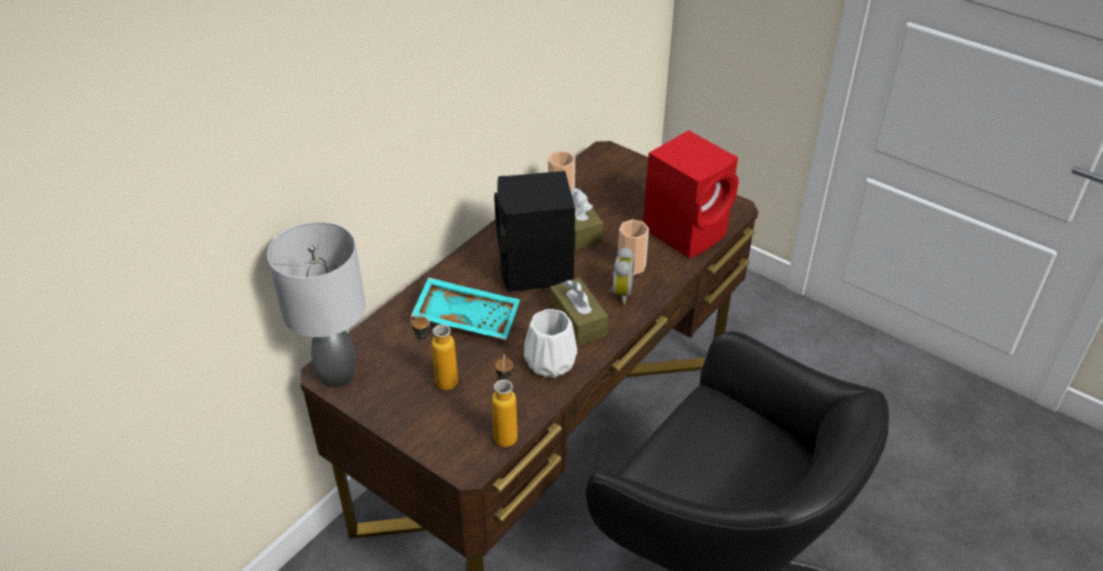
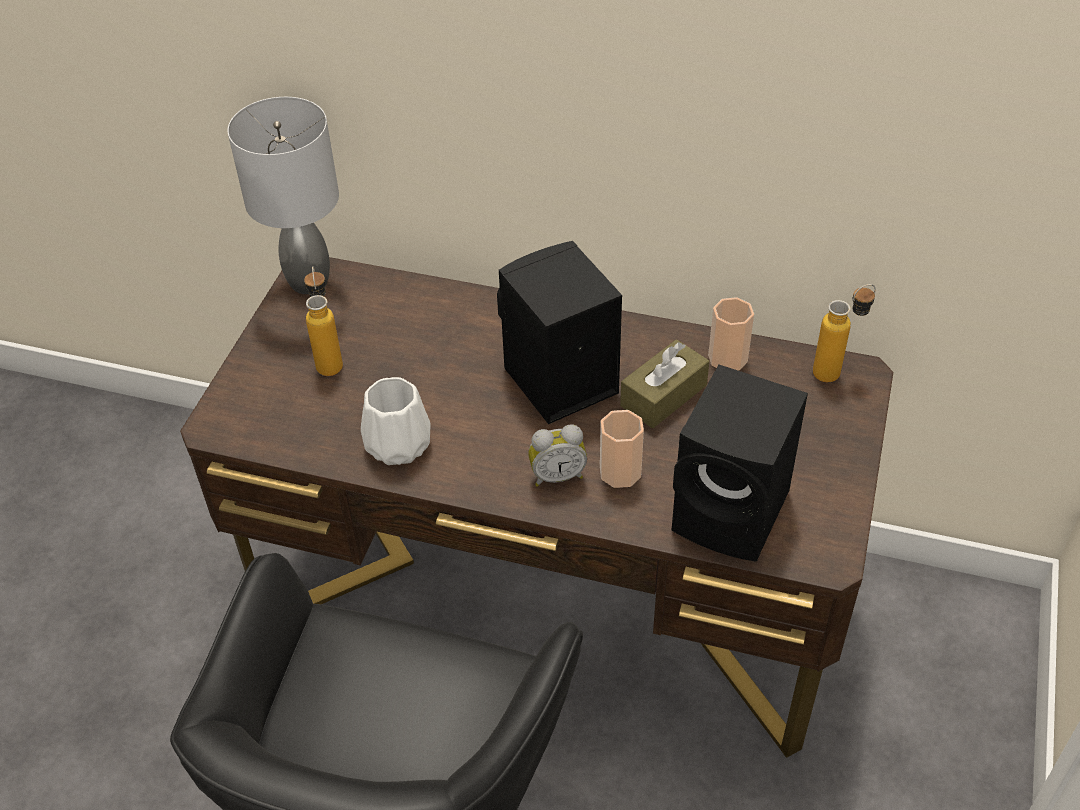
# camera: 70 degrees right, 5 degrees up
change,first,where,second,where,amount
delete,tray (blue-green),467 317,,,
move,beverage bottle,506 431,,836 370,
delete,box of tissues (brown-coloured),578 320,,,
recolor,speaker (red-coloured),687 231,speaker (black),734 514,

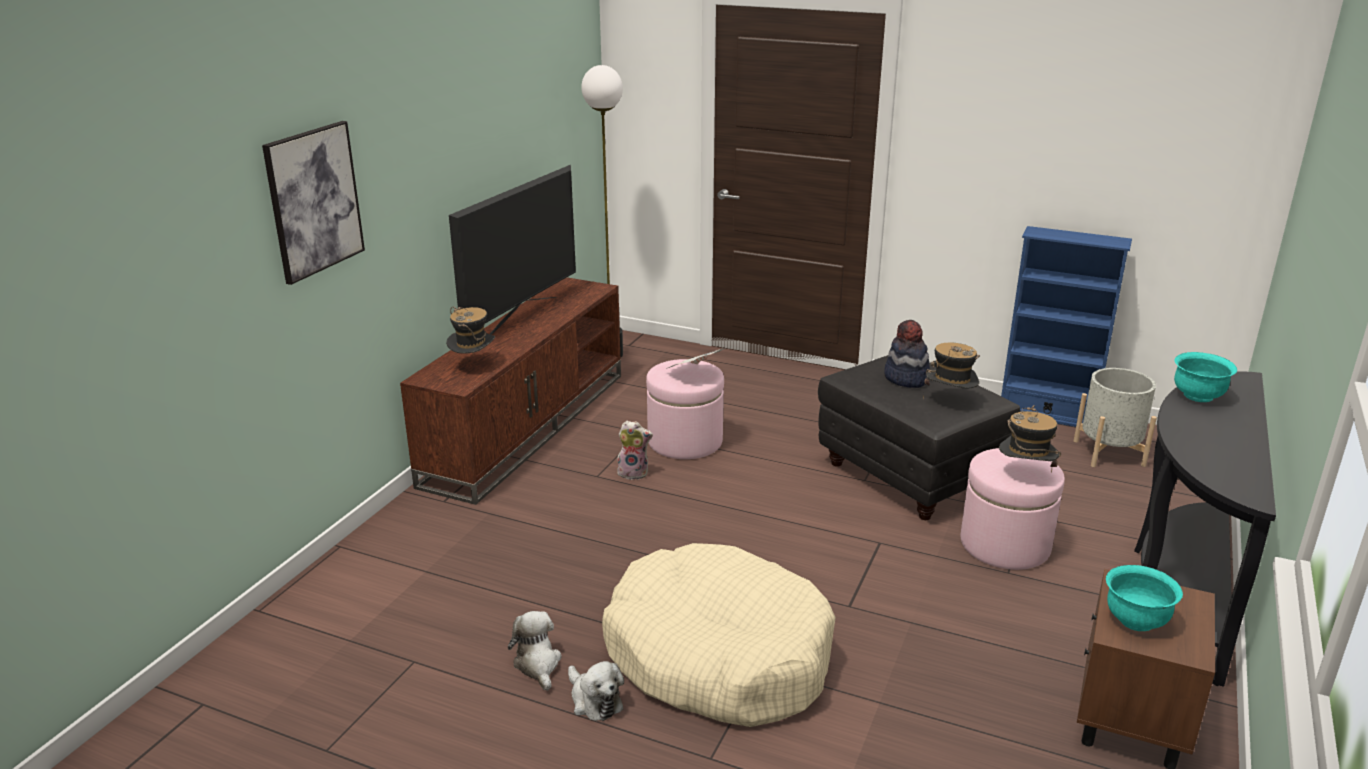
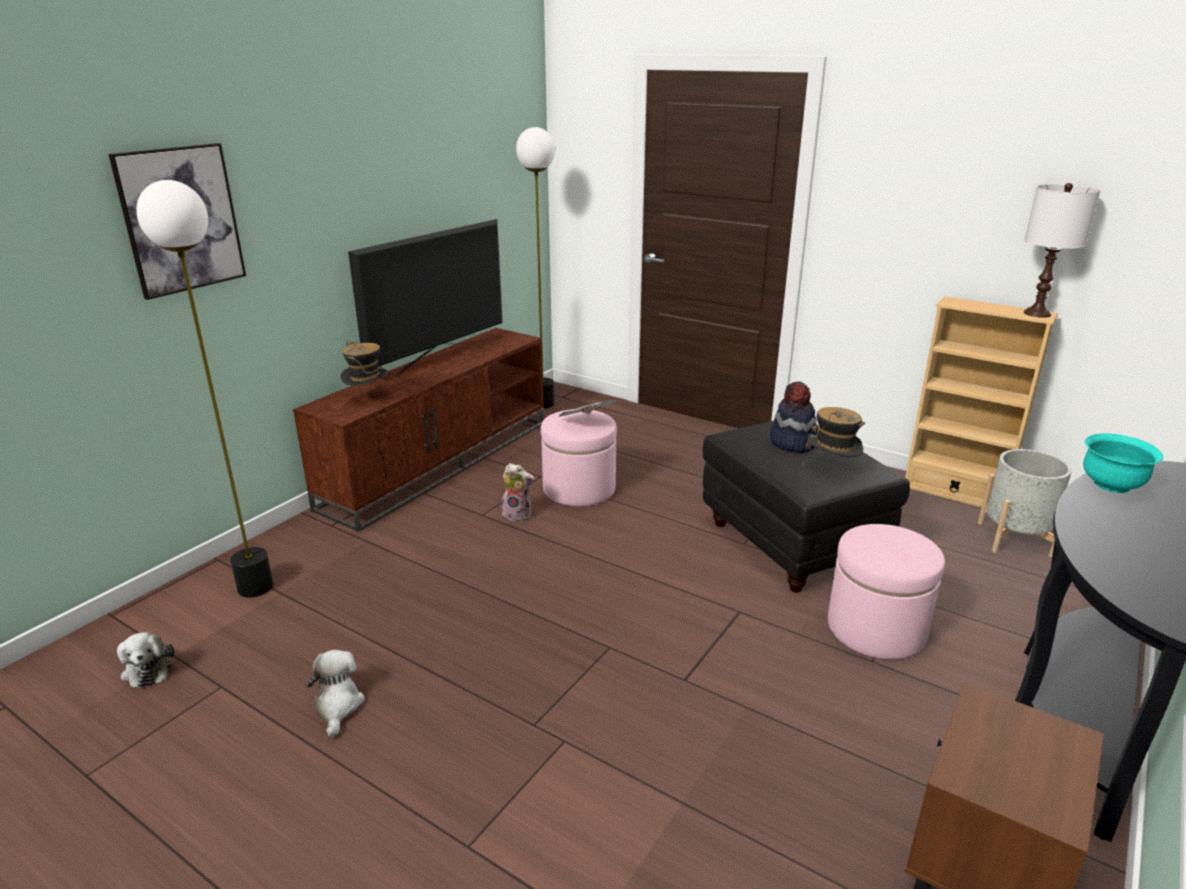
# camera: 10 degrees right, 0 degrees up
change,first,where,second,where,amount
move,cuddly toy,594 700,,149 668,
delete,dog bed (beige-coloured),718 655,,,
delete,wearable hat,1025 475,,,
recolor,bookshelf (bluish),1047 414,bookshelf (beige-coloured),954 493,
delete,bowl (blue-green),1135 620,,,
insert,,,floor lamp,256 586,
insert,,,table lamp (white),1037 314,

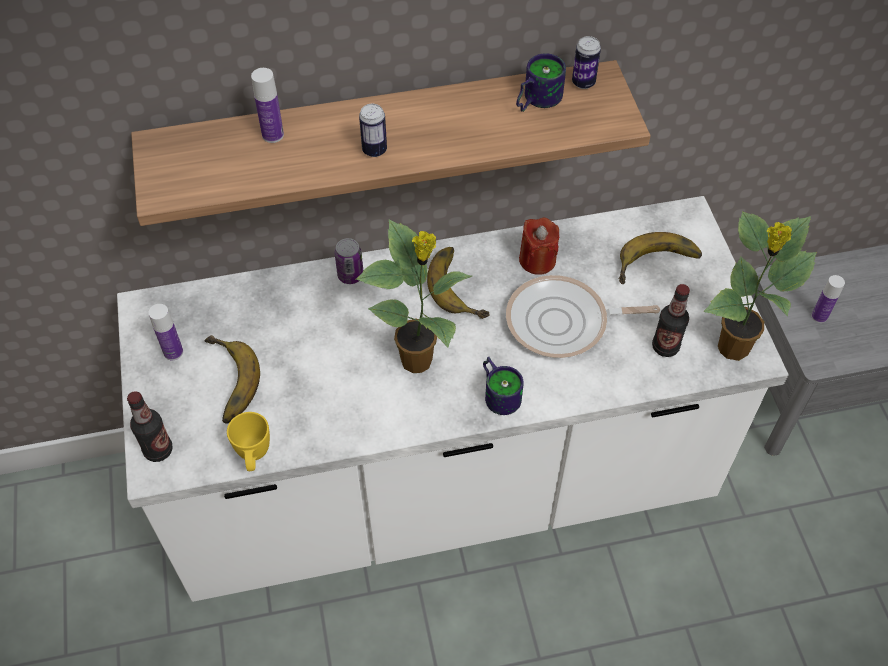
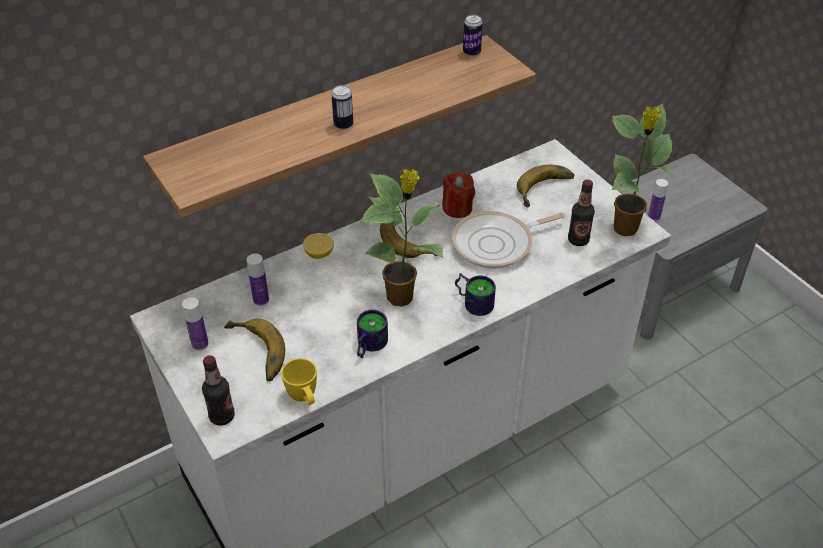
# camera: 20 degrees left, 10 degrees down
change,first,where,second,where,amount
move,beverage bottle,273 135,,261 300,
replace,metal can,350 275,lemon,319 254,
move,coffee mug,534 99,,367 345,

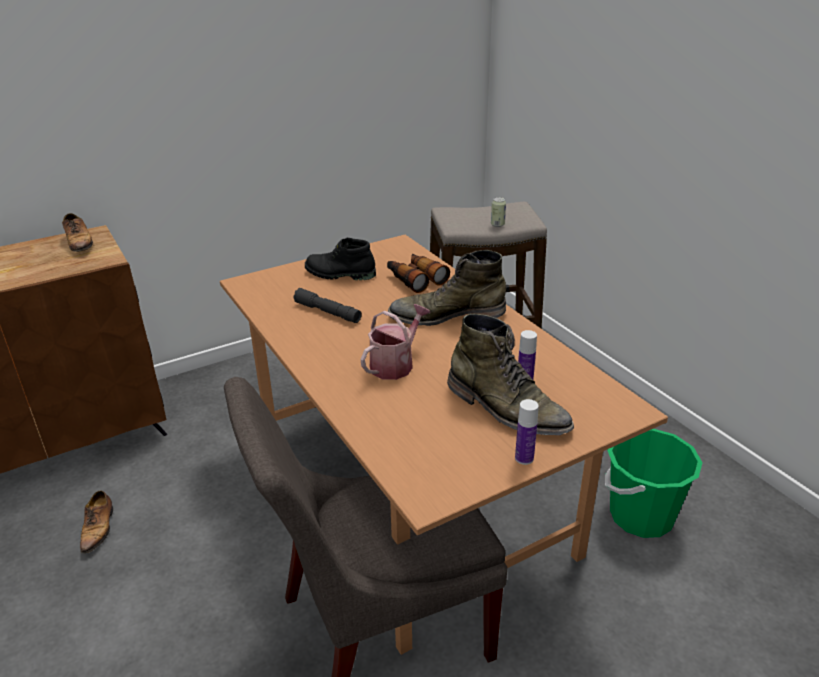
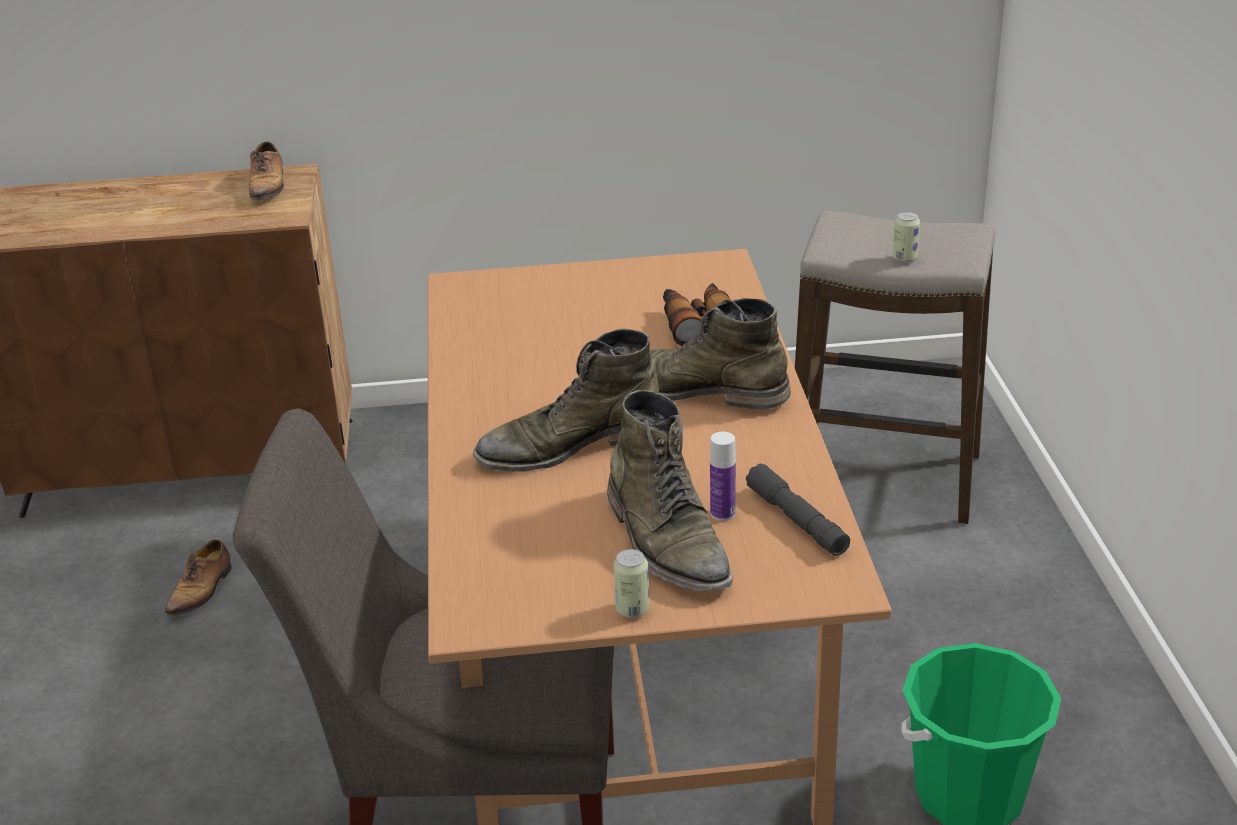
# camera: 25 degrees right, 0 degrees up
change,first,where,second,where,amount
move,flashlight (gray),327 312,,797 520,
delete,high-top boot (black),339 274,,,
replace,watering pot,395 364,high-top boot (green-coloured),568 444,
replace,beverage bottle,524 458,metal can,632 609,

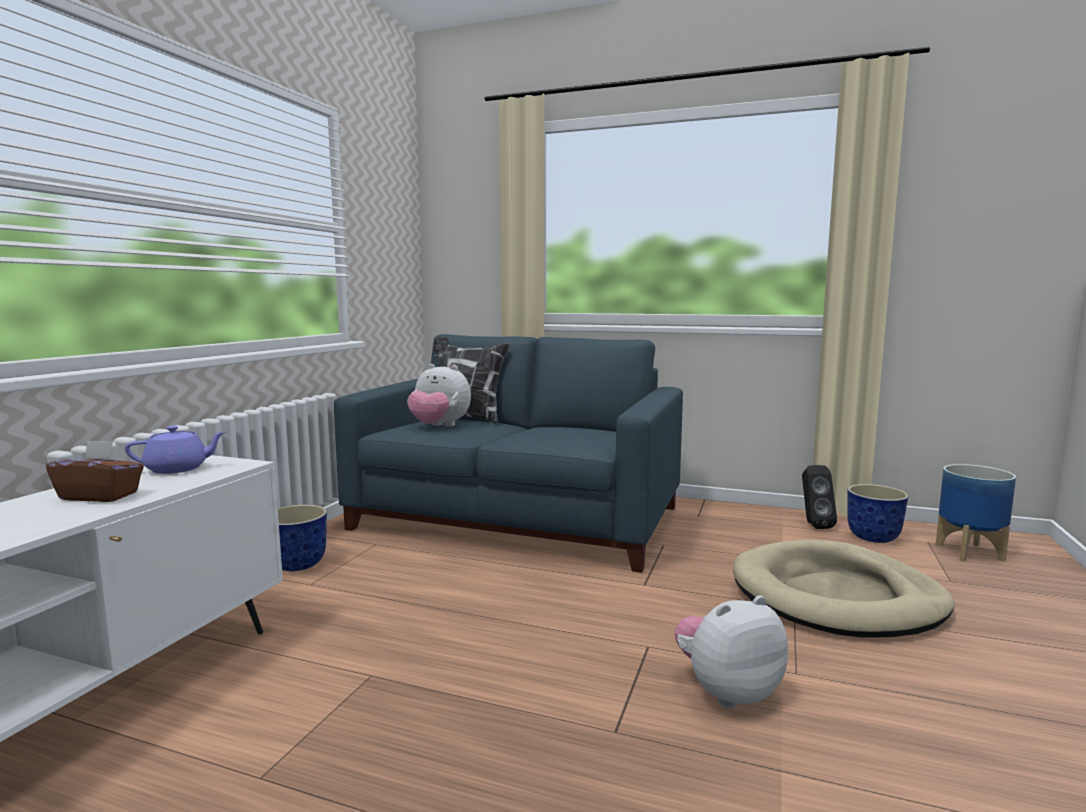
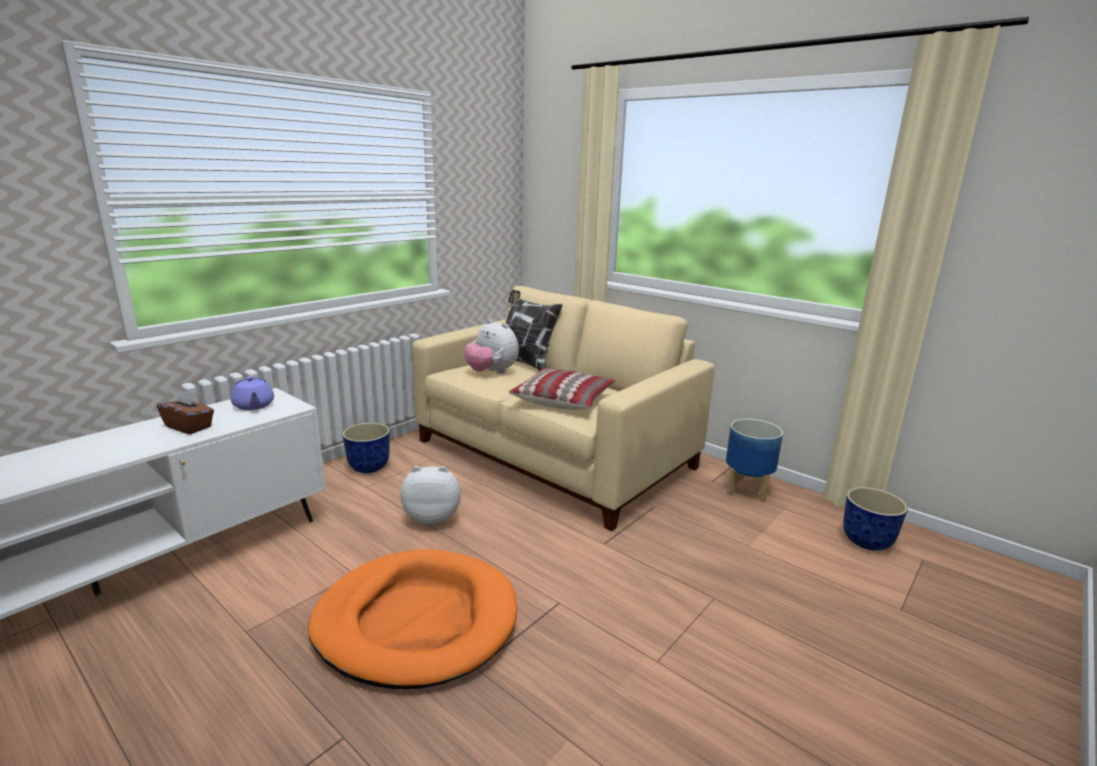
# camera: 20 degrees right, 10 degrees up
change,first,where,second,where,amount
rotate,pot for tea (purple),178 469,,254 406,60 degrees clockwise
recolor,sofa (bluish),518 519,sofa (beige-coloured),554 455,
move,cuddly toy,727 691,,433 517,
delete,dog bed (beige-coloured),837 596,,,
delete,speaker (black),813 525,,,
move,flower pot,968 552,,745 490,
insert,,,dog bed (orange-coloured),416 621,
insert,,,cushion,563 399,

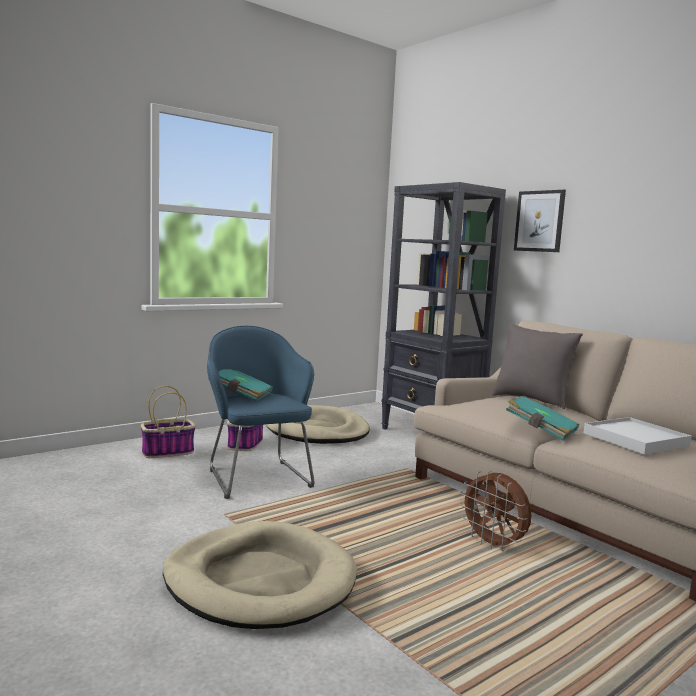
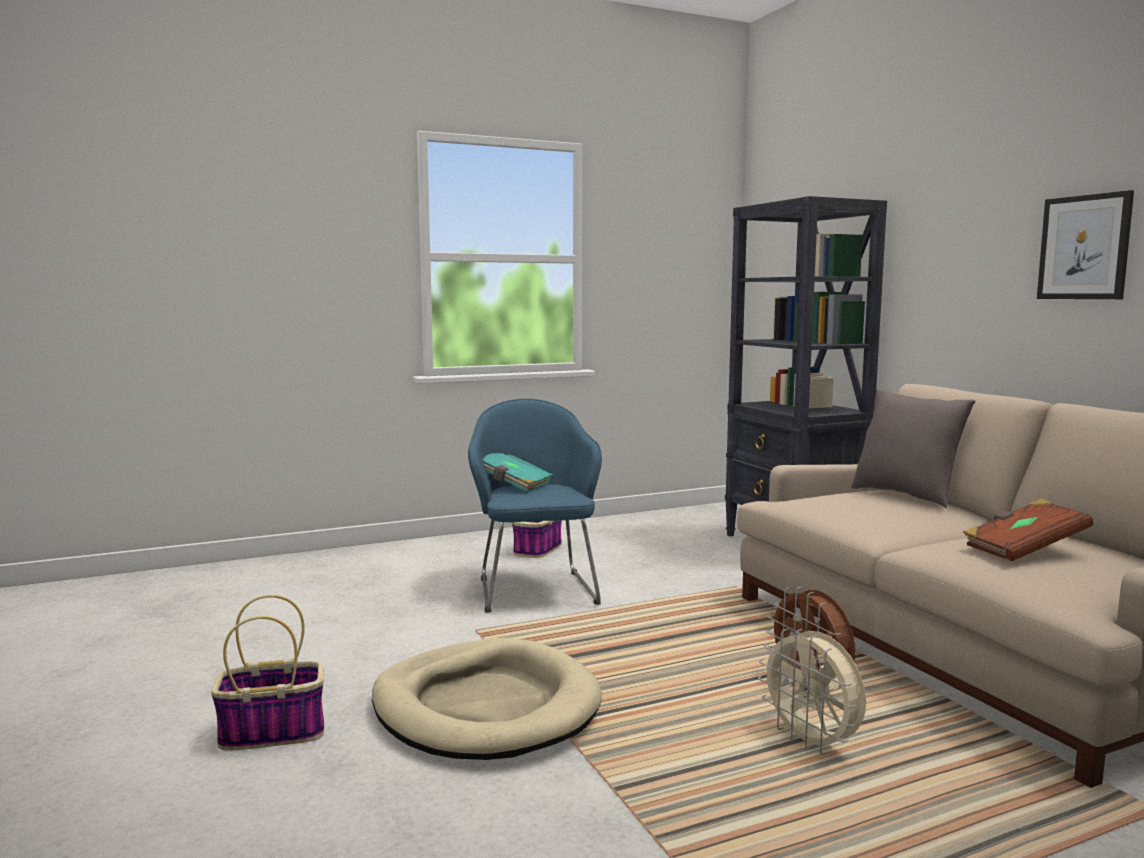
# camera: 15 degrees right, 0 degrees up
change,first,where,second,where,amount
move,basket,168 452,,274 732,
delete,dog bed (beige-coloured),316 430,,,
delete,bound book (blue-green),540 430,,,
move,picture,539 221,,1084 247,
replace,tray (white),635 439,bound book (brown-coloured),1023 550,
insert,,,cooling fan (beige-coloured),812 743,

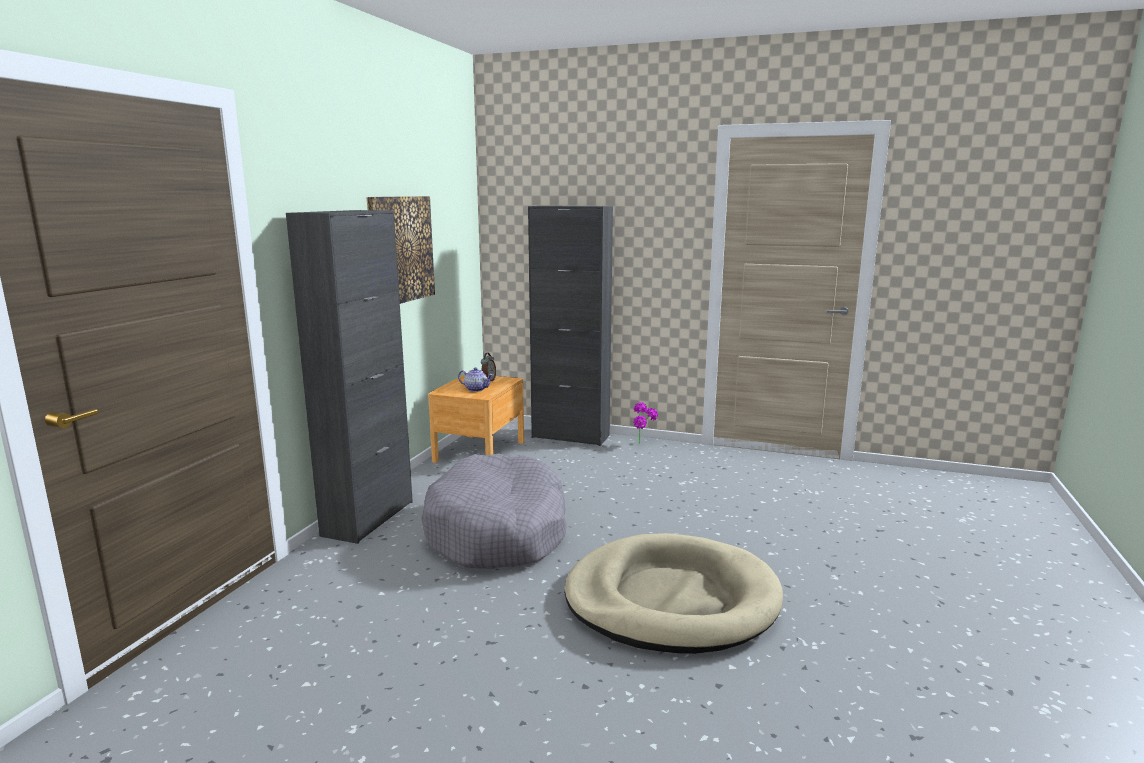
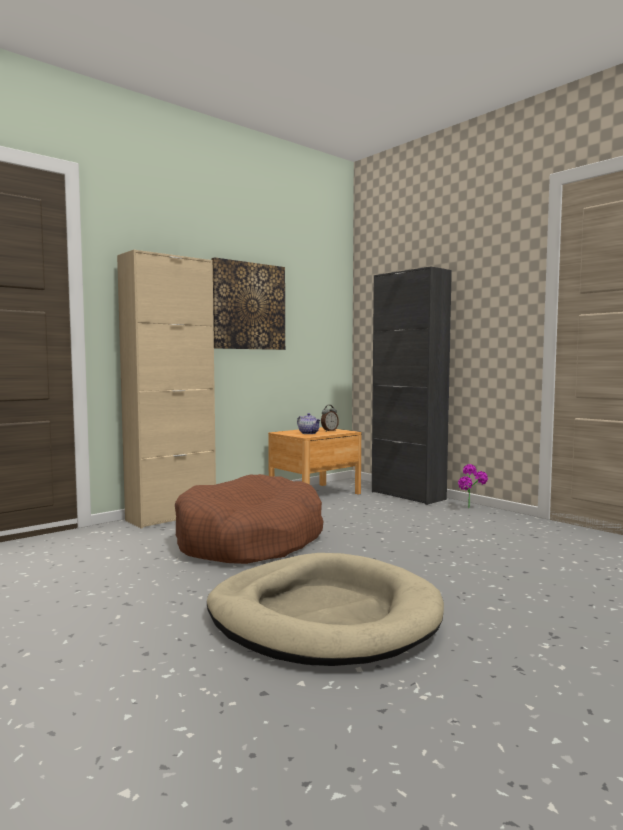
# camera: 30 degrees right, 10 degrees down
change,first,where,second,where,amount
recolor,cabinet (black),368 518,cabinet (beige-coloured),171 517,
recolor,dog bed (gray),498 531,dog bed (brown-coloured),249 540,

